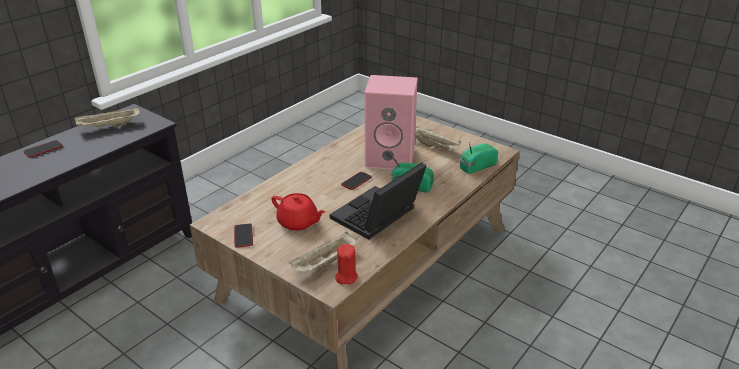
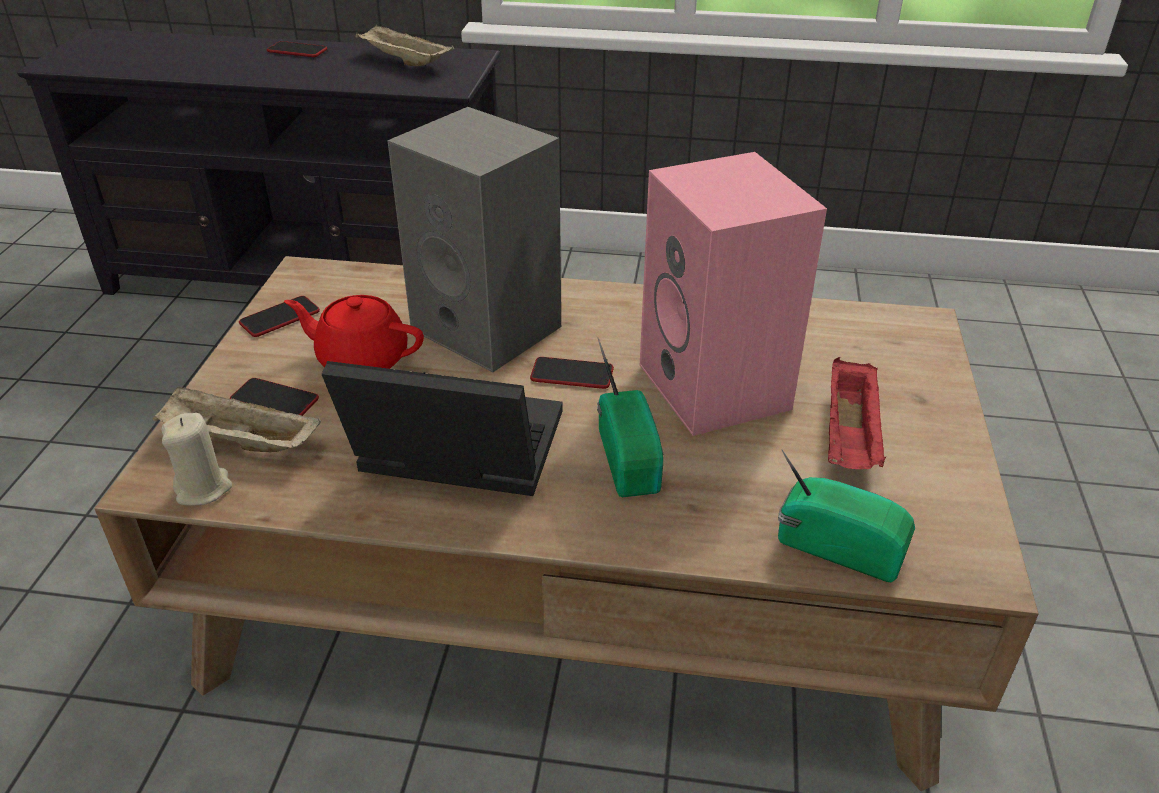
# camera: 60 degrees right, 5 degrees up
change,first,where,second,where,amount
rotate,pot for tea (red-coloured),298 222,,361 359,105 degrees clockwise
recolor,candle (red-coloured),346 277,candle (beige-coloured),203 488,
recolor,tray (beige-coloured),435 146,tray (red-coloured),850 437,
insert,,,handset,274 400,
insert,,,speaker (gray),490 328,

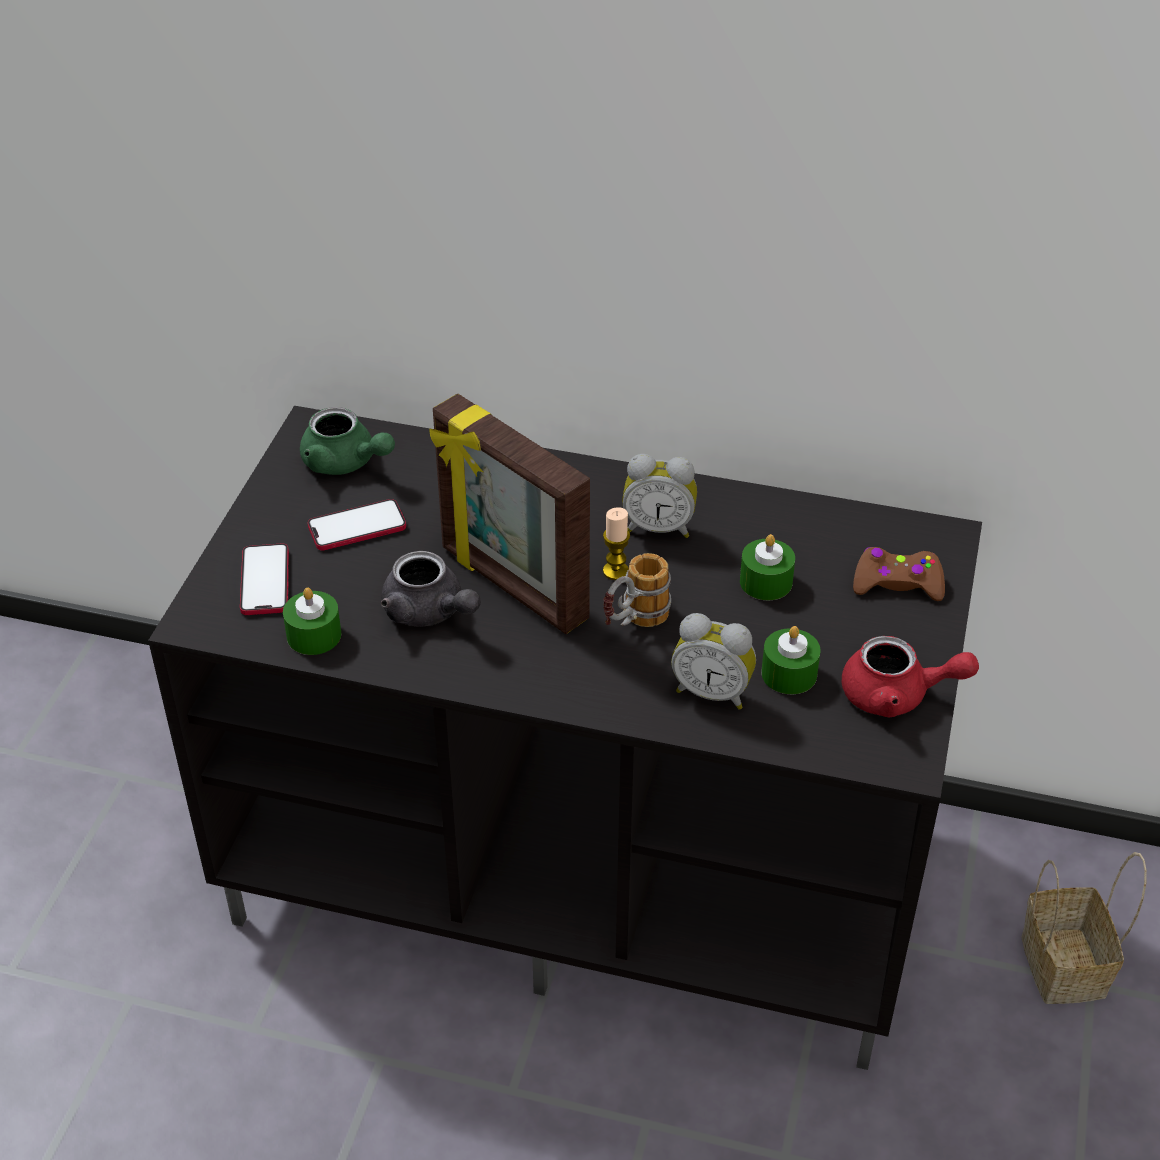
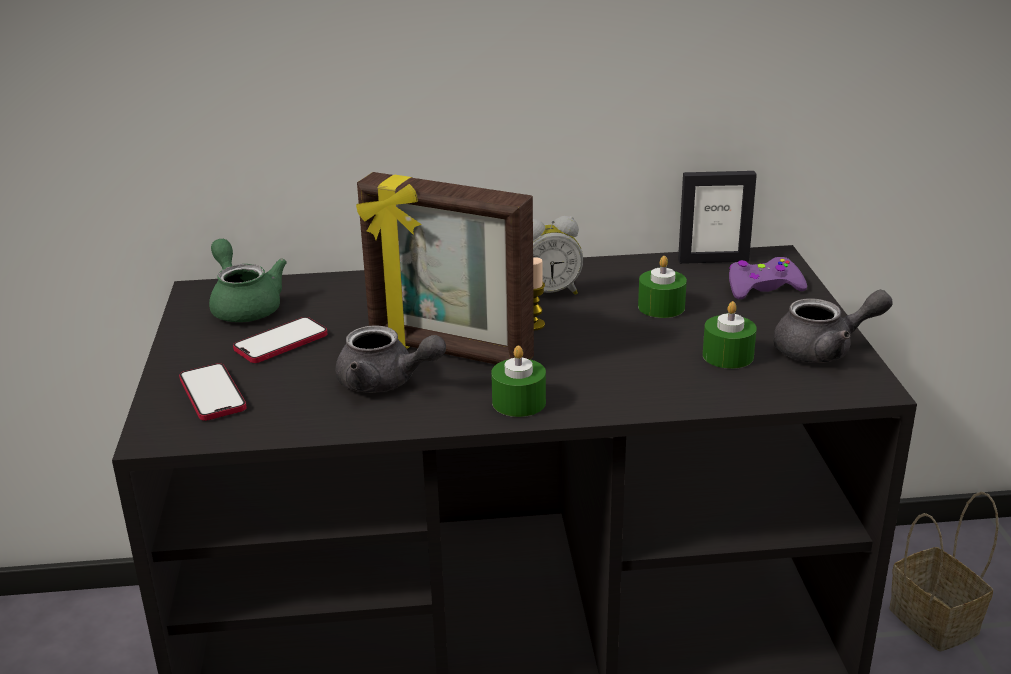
# camera: 20 degrees left, 15 degrees down
change,first,where,second,where,amount
move,candle (green-coloured),314 635,,519 402,
rotate,pot for tea (green-coloured),345 463,,244 306,135 degrees counterclockwise
delete,coffee mug,633 623,,,
delete,table clock,712 691,,,
recolor,pot for tea (red-coloured),897 695,pot for tea (gray),824 350,
recolor,joypad (brown-coloured),897 583,joypad (purple),763 288,
insert,,,photo frame,713 260,

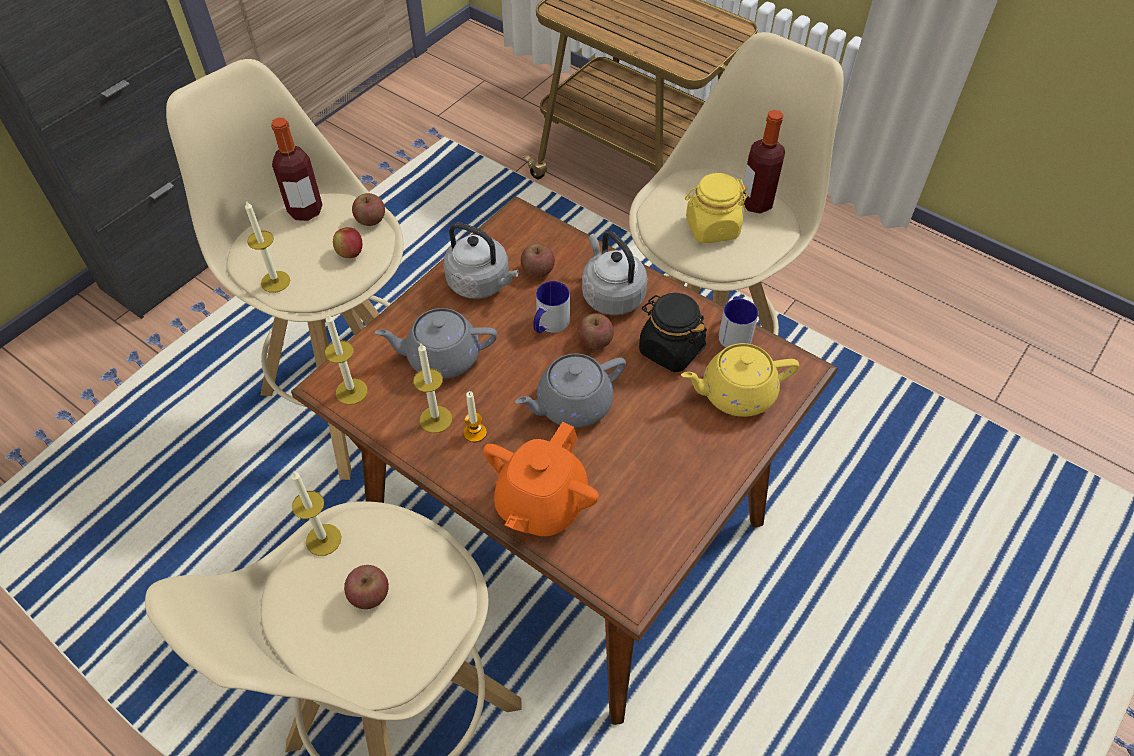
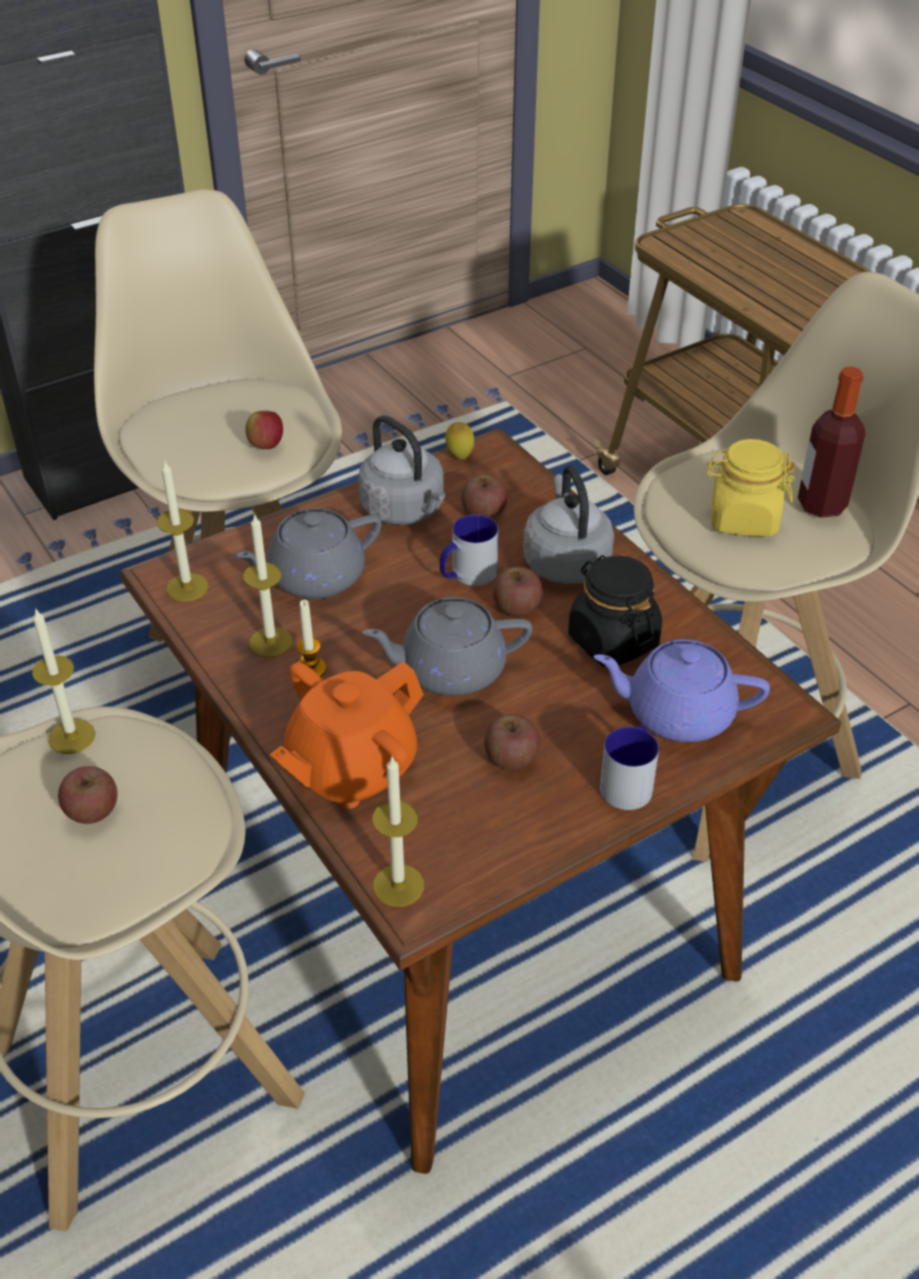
# camera: 20 degrees right, 10 degrees down
change,first,where,second,where,amount
move,candle,275 281,,398 885,
delete,beverage bottle,305 210,,,
move,apple,370 220,,511 758,
rotate,pot for tea (gray),441 357,,314 578,45 degrees counterclockwise
recolor,pot for tea (yellowish),735 393,pot for tea (purple),676 713,
move,coffee mug,734 332,,629 782,
insert,,,lemon,459 456,

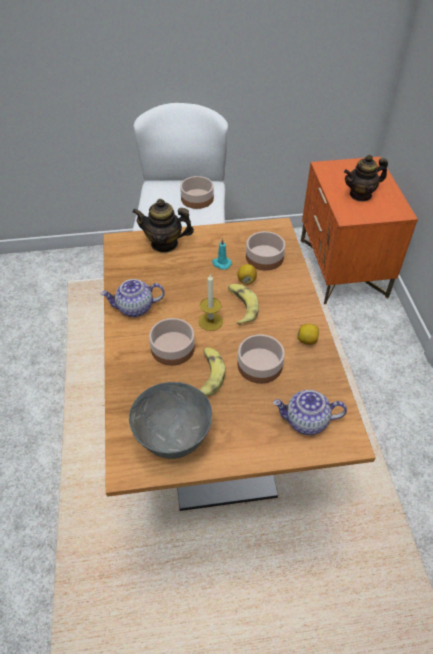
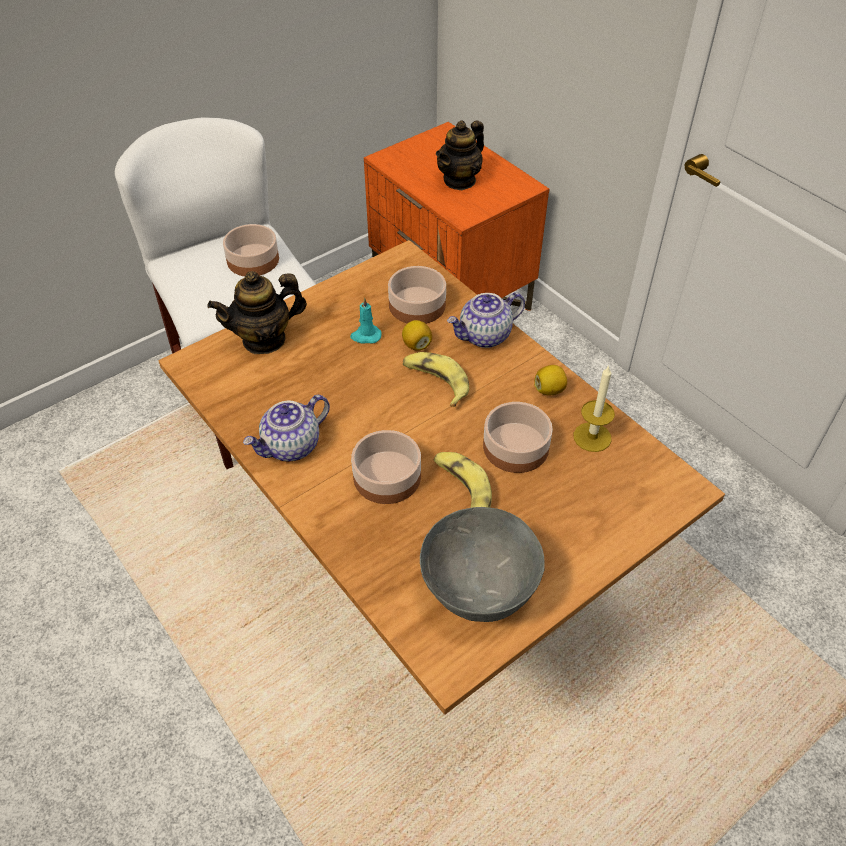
# camera: 30 degrees left, 0 degrees up
change,first,where,second,where,amount
move,candle,210 321,,592 437,
move,pot for tea,306 421,,485 336,

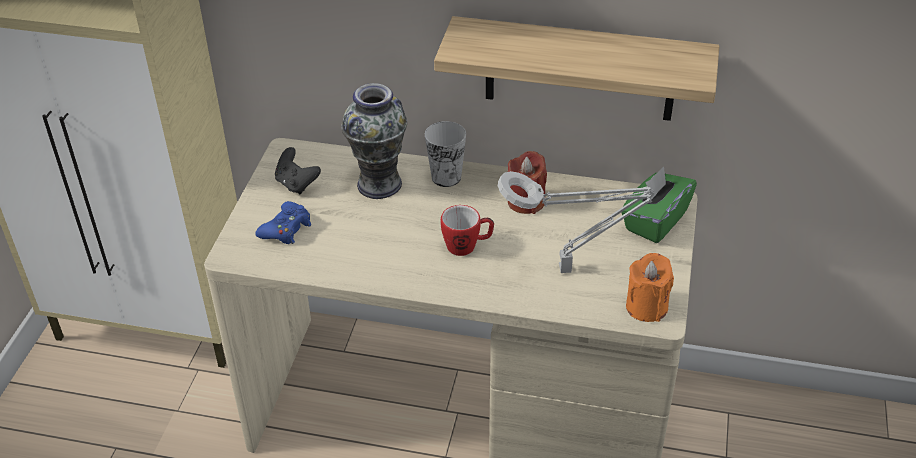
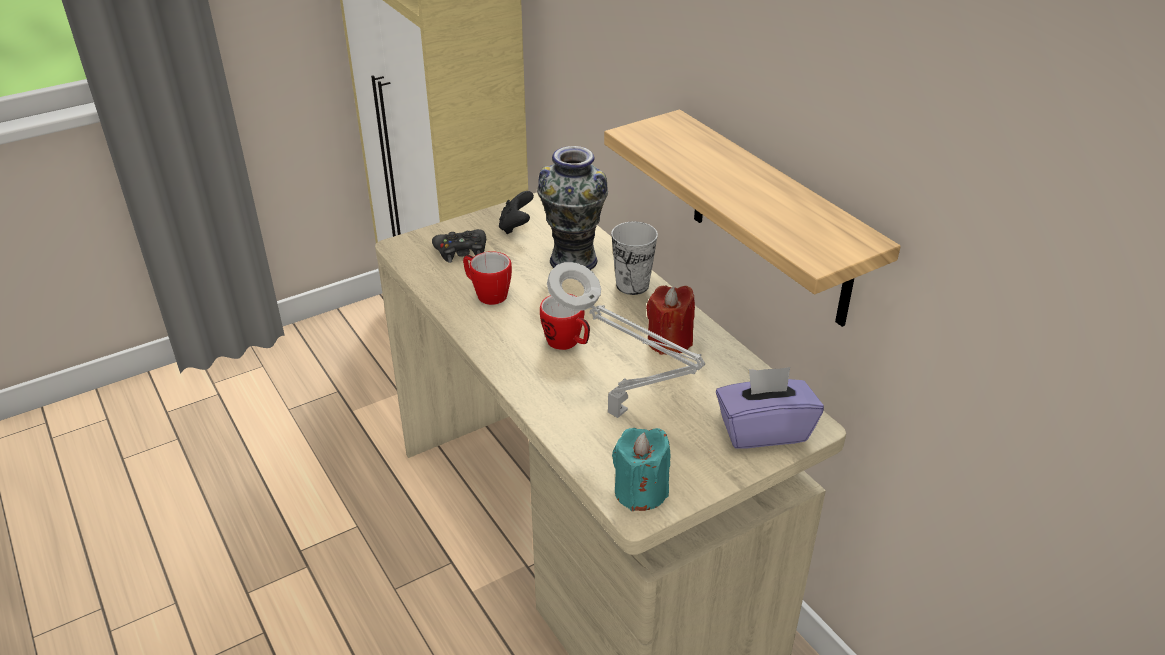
# camera: 45 degrees right, 5 degrees down
change,first,where,second,where,amount
recolor,joypad (bluish),286 229,joypad (black),461 251,
recolor,box of tissues (green-coloured),654 221,box of tissues (purple),763 430,
recolor,candle (orange-coloured),646 307,candle (blue-green),640 492,
insert,,,coffee mug,487 294,

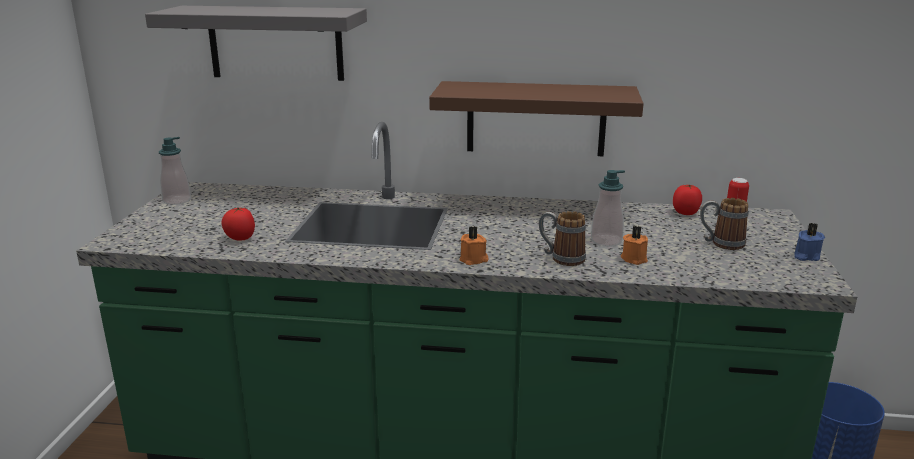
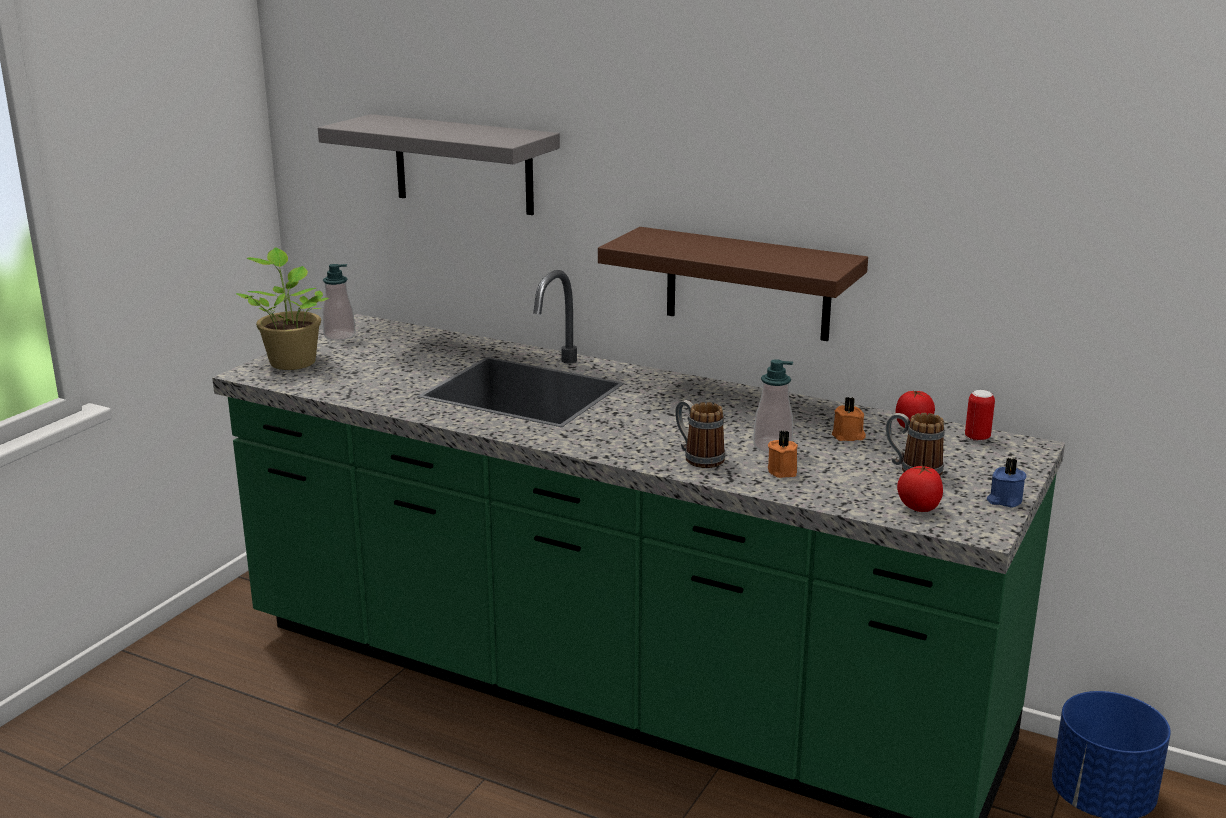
# camera: 20 degrees right, 0 degrees up
change,first,where,second,where,amount
move,whole tomato,240 238,,918 508,
move,candle (orange-coloured),474 260,,848 436,
insert,,,plant in a pot,292 361,

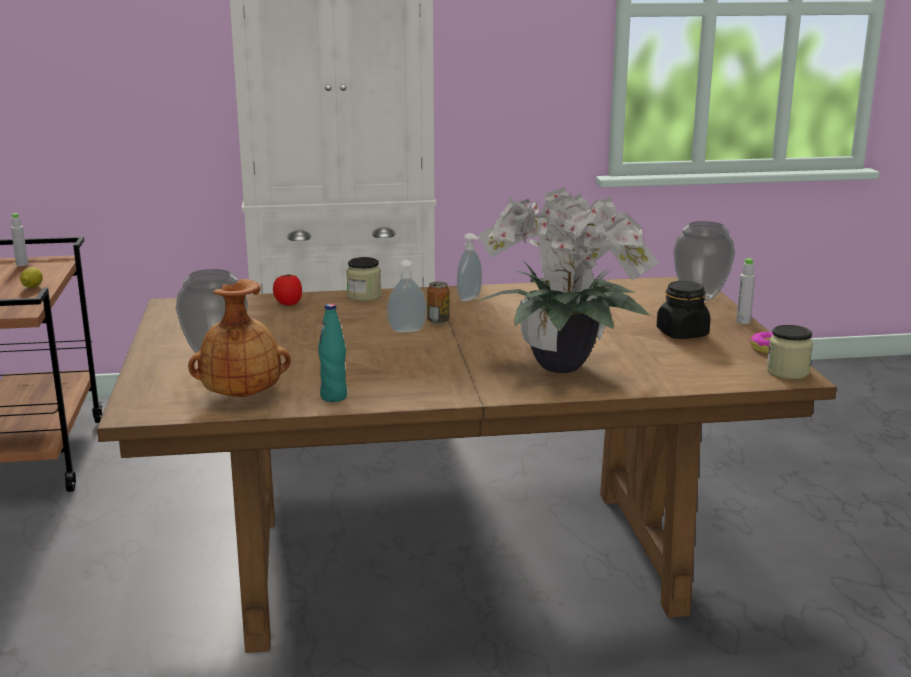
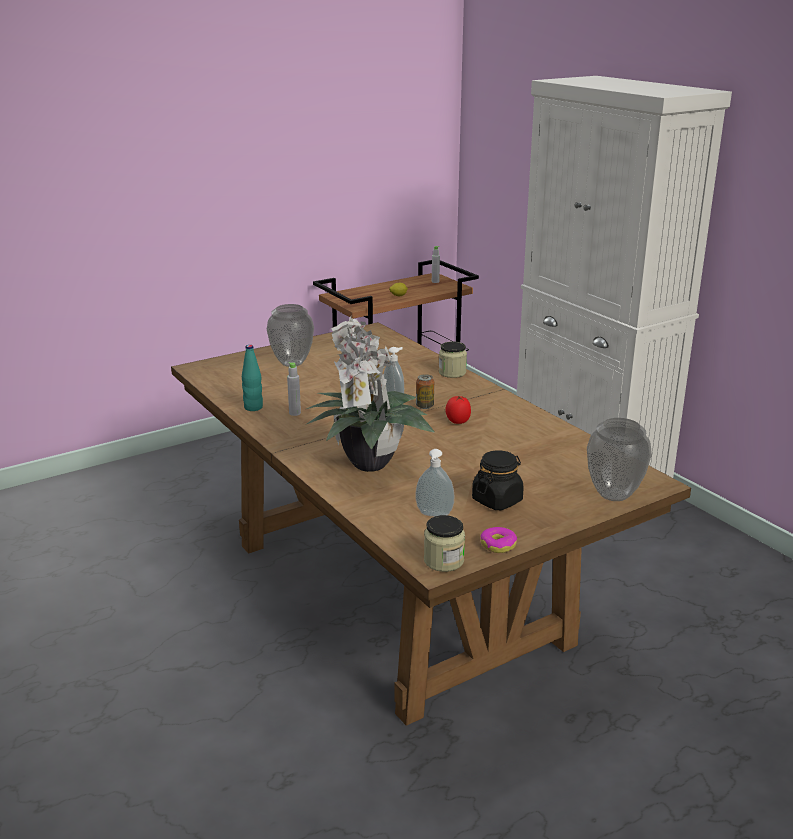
# camera: 65 degrees right, 5 degrees up
change,first,where,second,where,amount
delete,vase (brown-coloured),242 395,,,
move,whole tomato,288 304,,458 421,
move,liquid soap bottle,470 299,,434 515,
move,beverage bottle (gray),743 321,,295 413,

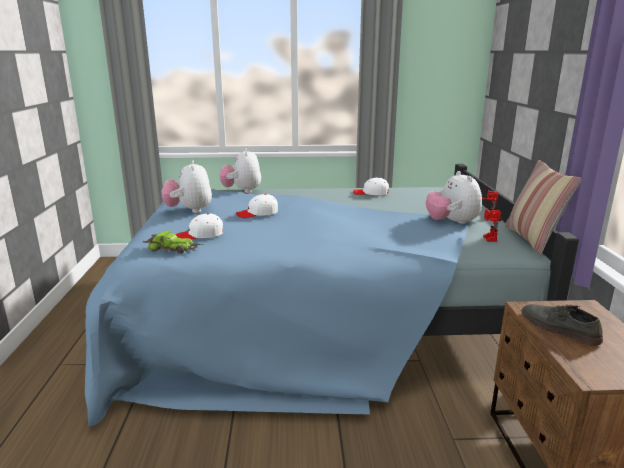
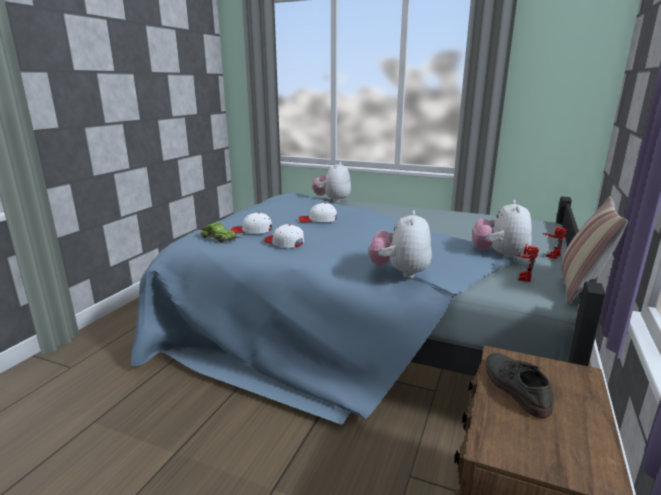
# camera: 25 degrees right, 0 degrees up
change,first,where,second,where,amount
move,cuddly toy,189 210,,400 272,
move,cap (white),371 193,,284 243,

